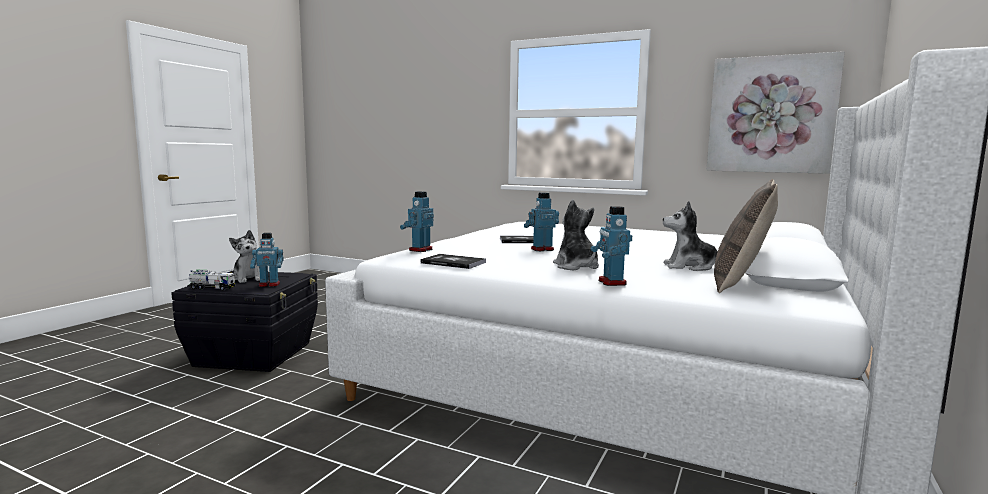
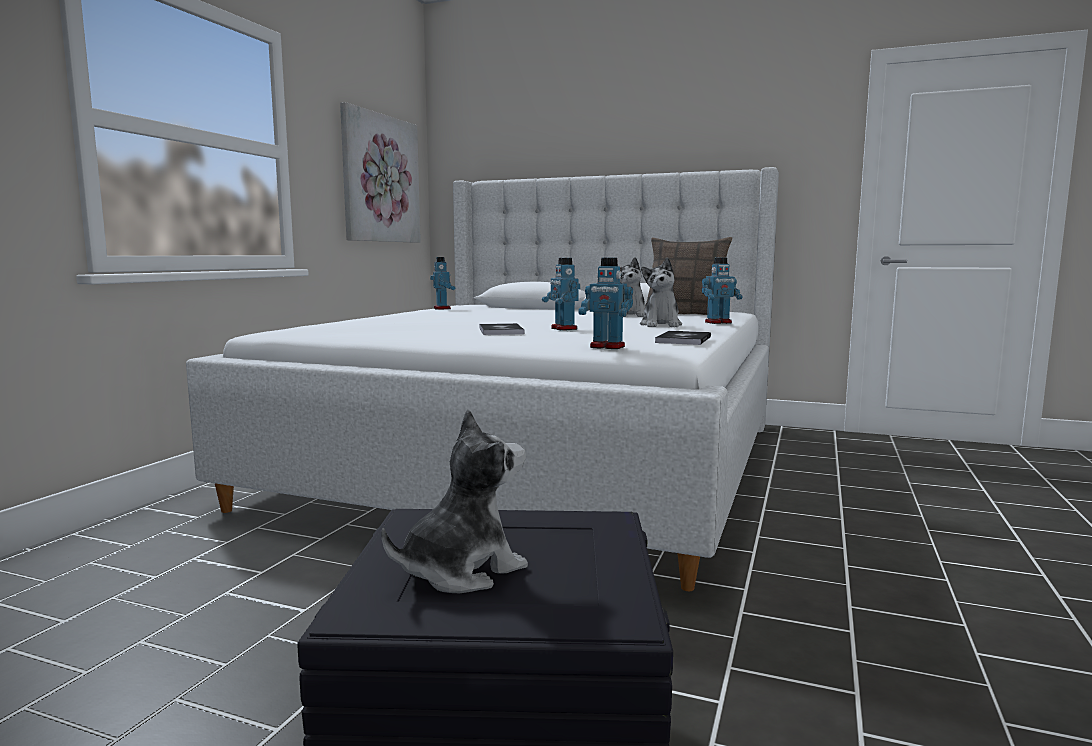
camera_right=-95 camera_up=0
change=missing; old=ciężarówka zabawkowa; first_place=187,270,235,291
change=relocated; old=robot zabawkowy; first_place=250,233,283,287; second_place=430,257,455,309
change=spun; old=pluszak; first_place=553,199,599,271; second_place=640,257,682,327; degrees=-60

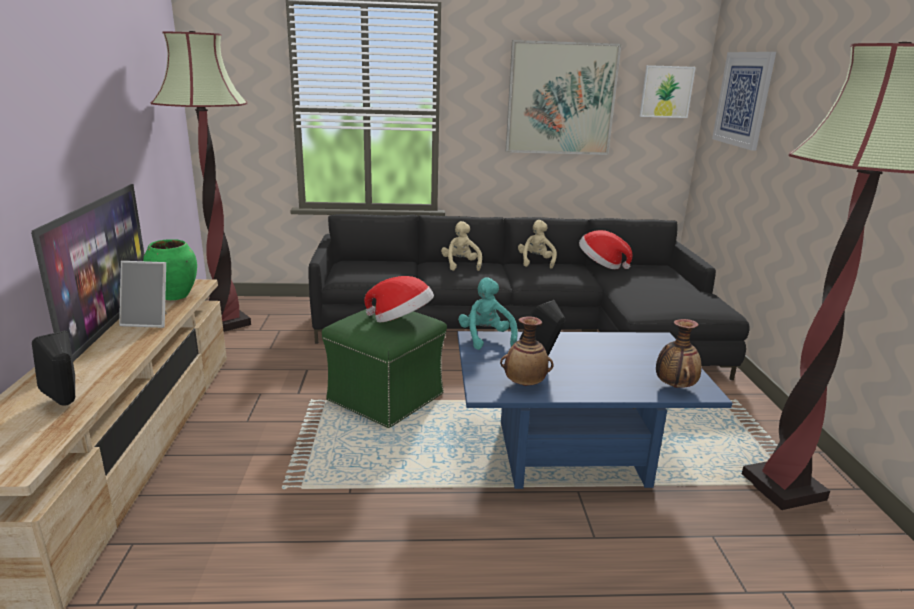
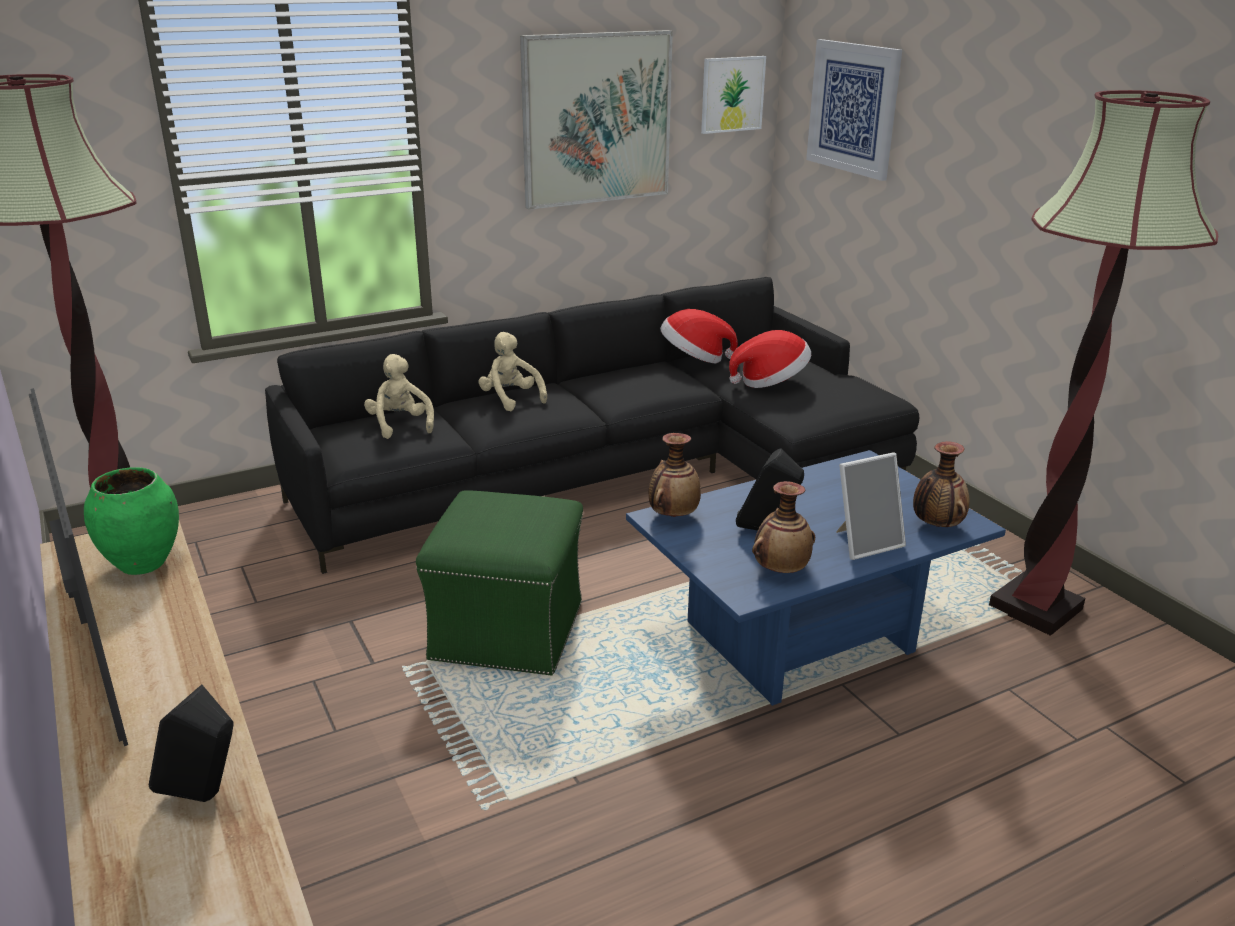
camera_right=-25 camera_up=5
change=relocated; old=ramka na zdjęcie; first_place=119,261,167,328; second_place=836,453,906,560
change=relocated; old=kapelusz; first_place=364,276,434,322; second_place=729,330,811,388
change=exchanged; old=pluszak [turkusowy]; new=wazon; first_place=458,277,518,350; second_place=649,433,701,517
change=relocated; old=pluszak [beżowy]; first_place=518,220,557,269; second_place=364,354,434,439

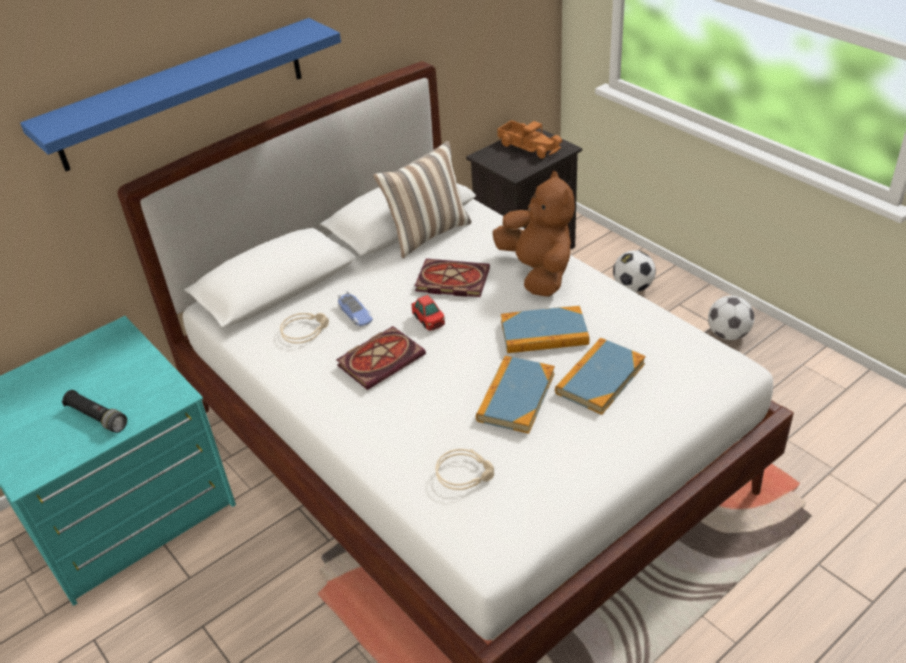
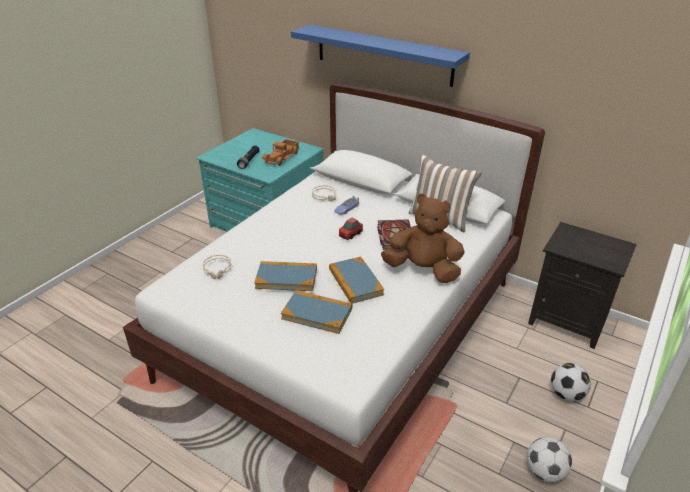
camera_right=70 camera_up=-5
change=missing; old=książka; first_place=336,326,426,390
change=spun; old=pluszak [brązowy]; first_place=493,171,575,297; second_place=381,194,465,283; degrees=-120
change=relocated; old=ciężarówka zabawkowa; first_place=497,120,562,159; second_place=262,139,300,166

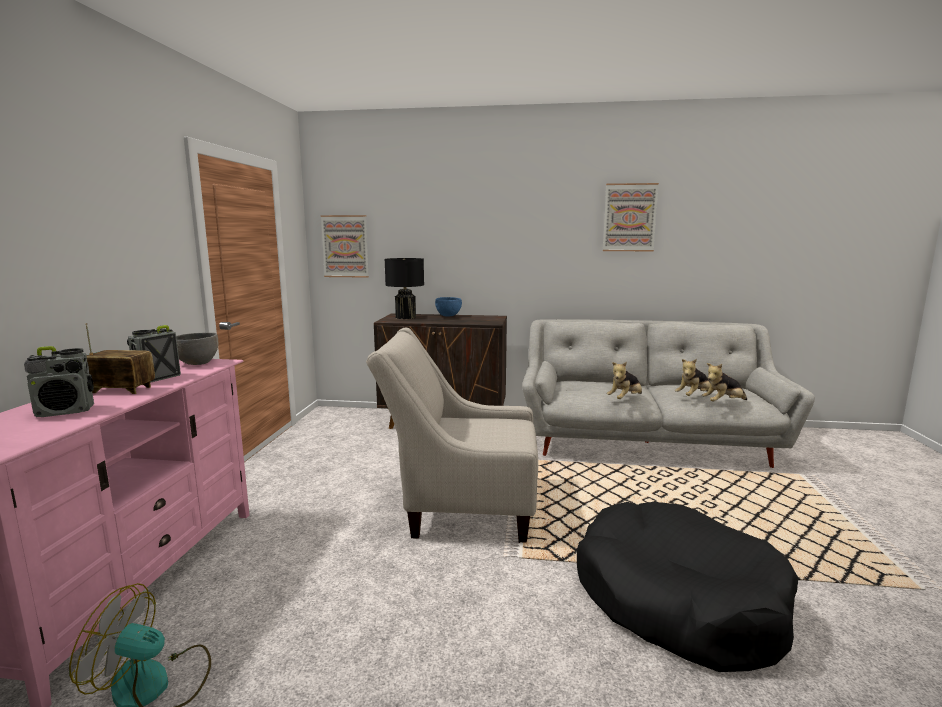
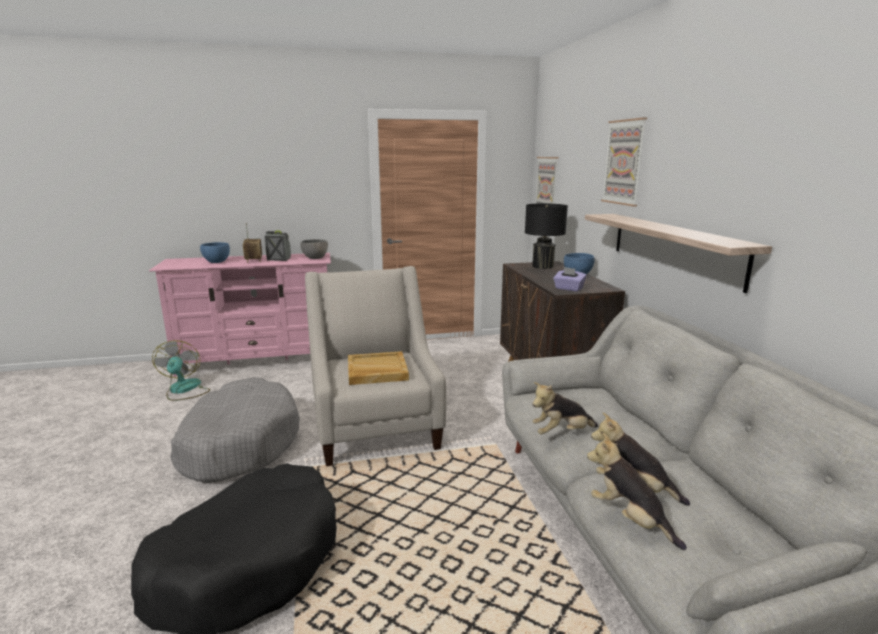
camera_right=70 camera_up=5
change=exchanged; old=radio; new=miska [niebieski]; first_place=24,346,94,417; second_place=200,242,230,263
change=relocated; old=obraz; first_place=603,183,659,251; second_place=601,117,647,207
change=spun; old=pluszak; first_place=607,362,642,399; second_place=532,382,598,435; degrees=-45
change=appeared; new=legowisko [szary]; second_place=170,377,300,483
change=appeared; new=taca [beżowy]; second_place=348,351,409,385
change=appeared; new=pudełko chusteczek [fioletowy]; second_place=553,267,587,291
change=appeared; new=półka; second_place=585,214,772,293

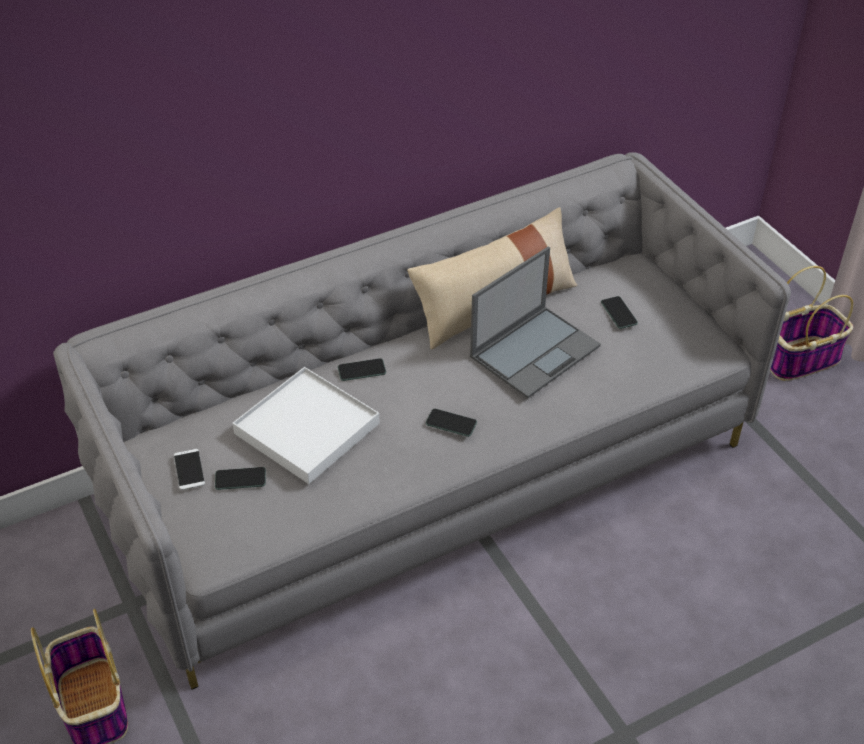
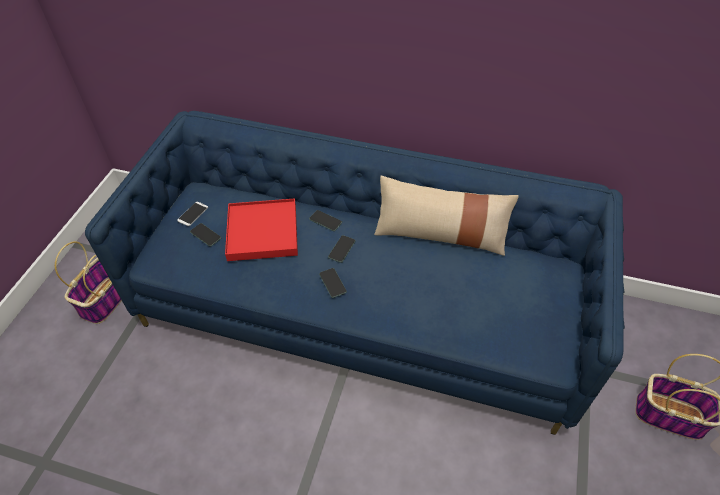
camera_right=45 camera_up=5
change=colour; old=kanapa [szary]; new=kanapa [niebieski]; first_place=53,152,791,690; second_place=85,111,625,435
change=colour; old=taca [biały]; new=taca [czerwony]; first_place=232,367,380,484; second_place=225,198,298,261
change=missing; old=laptop; first_place=470,246,601,398
change=relocated; old=telefon; first_place=601,296,638,329; second_place=328,235,356,263

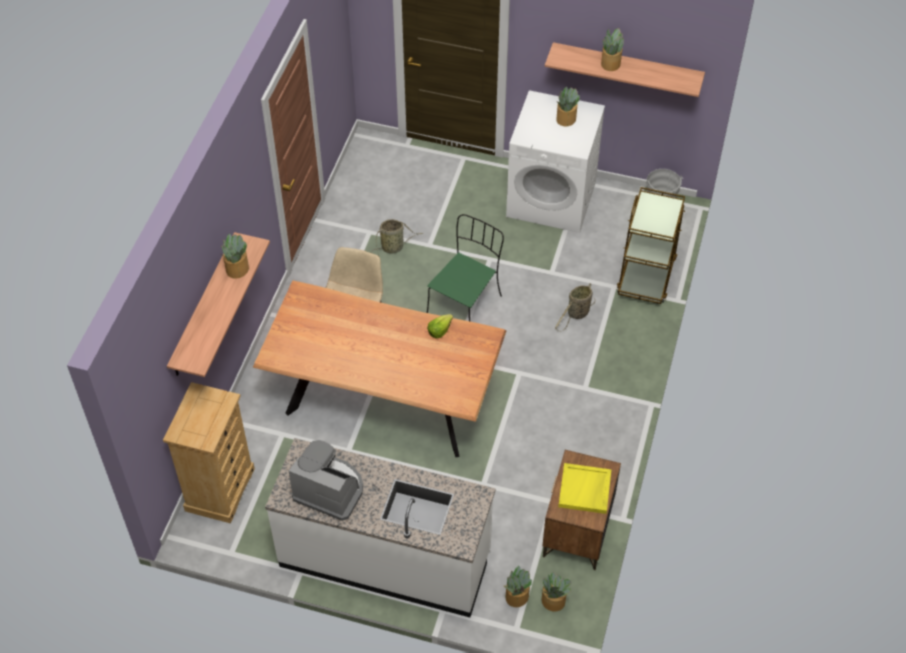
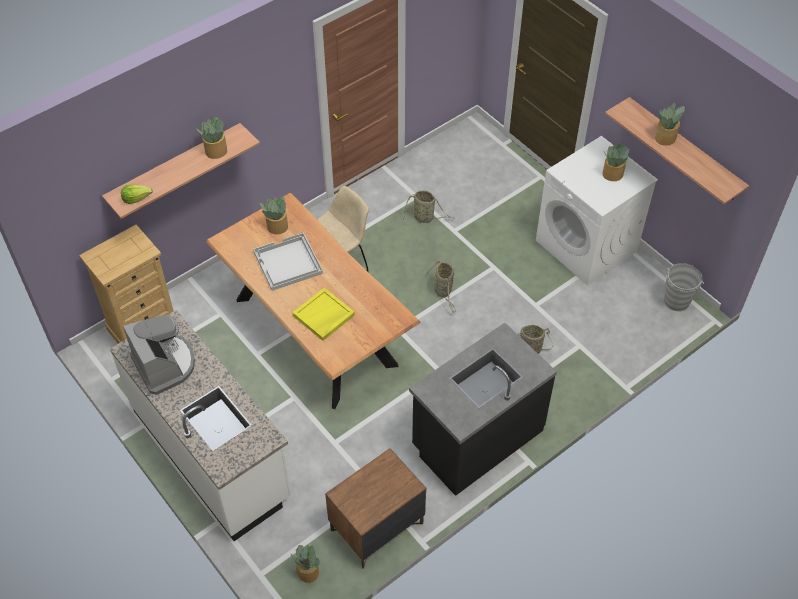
camera_right=35 camera_up=0
change=exchanged; old=krzesło [zielony]; new=koszyk; first_place=427,214,504,321; second_place=425,260,456,313
change=relocated; old=sałata; first_place=427,314,453,339; second_place=121,185,153,204
change=relocated; old=roślina doniczkowa; first_place=504,566,532,607; second_place=260,197,288,234
change=relocated; old=taca [żółty]; first_place=558,463,611,514; second_place=292,288,355,341
change=missing; old=wózek [brązowy]; first_place=617,187,685,304
change=appeared; new=taca [biały]; second_place=253,232,323,291
change=appeared; new=zabudowa kuchenna [czarny]; second_place=409,323,557,496

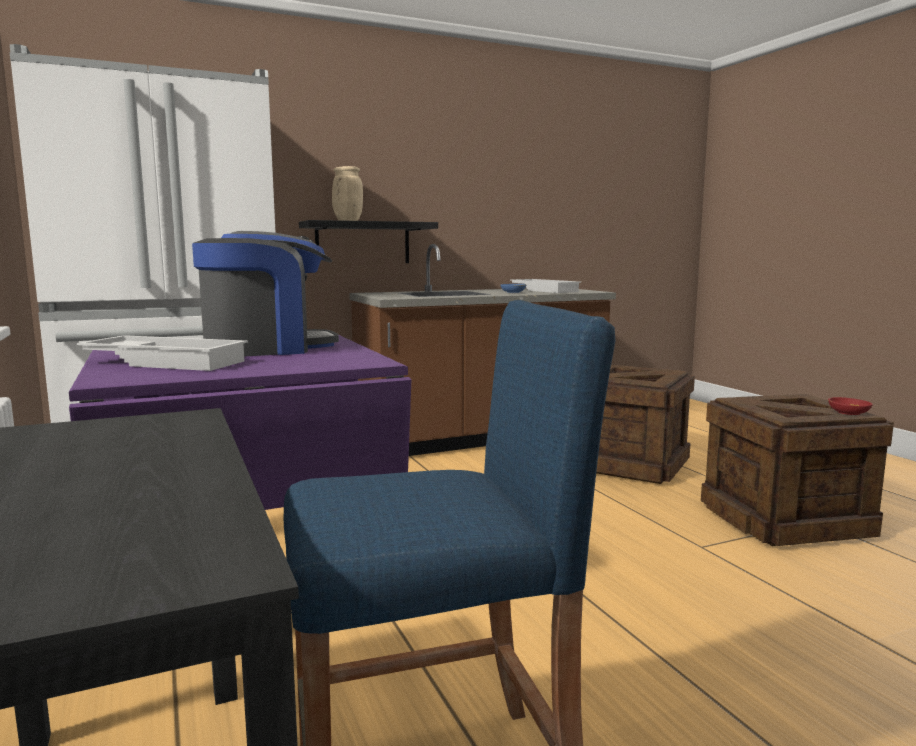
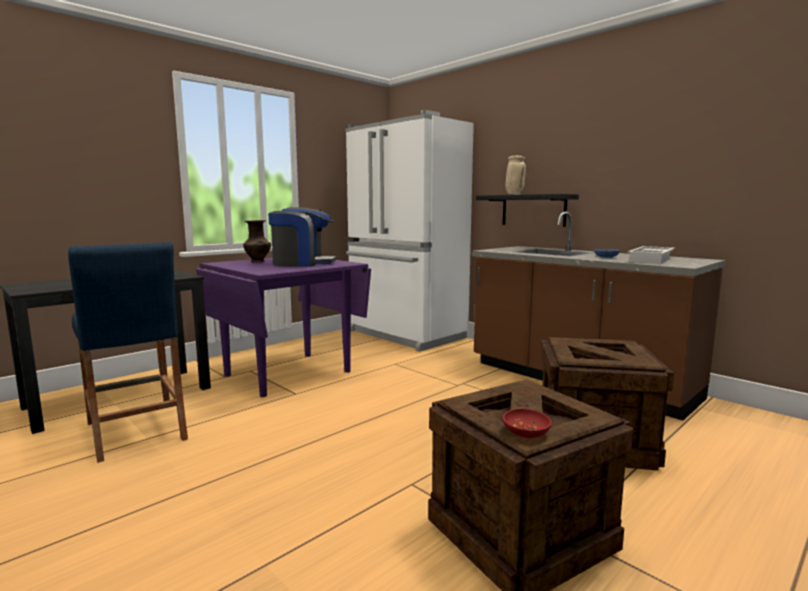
camera_right=70 camera_up=0
change=exchanged; old=taca [biały]; new=wazon [brązowy]; first_place=77,335,248,371; second_place=243,220,271,262
change=spun; old=ekspres do kawy; first_place=192,231,339,356; second_place=268,207,337,267; degrees=-45

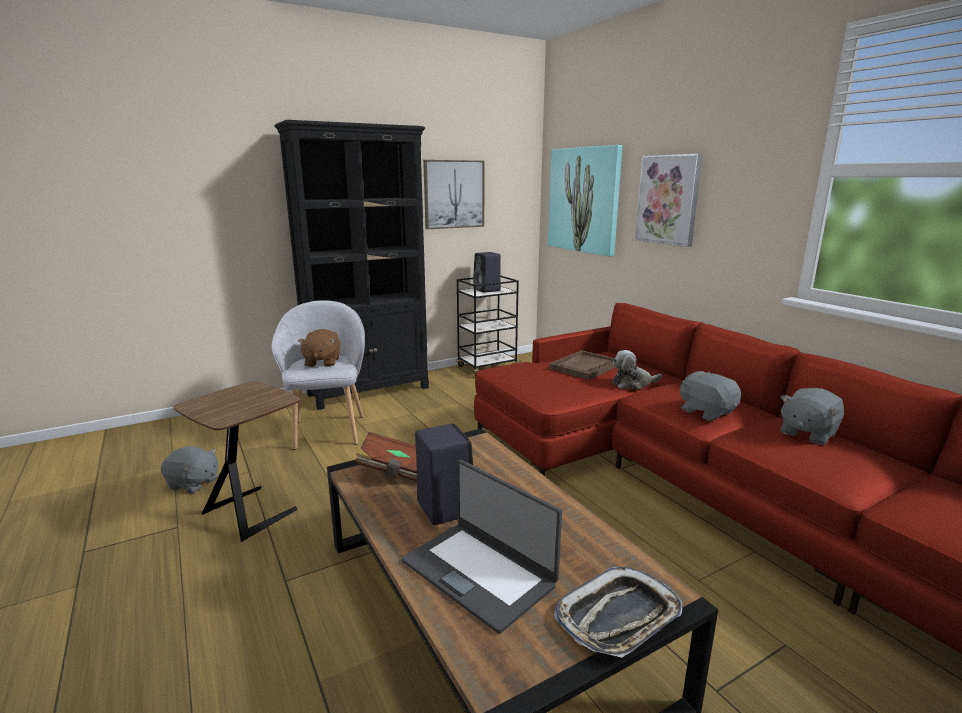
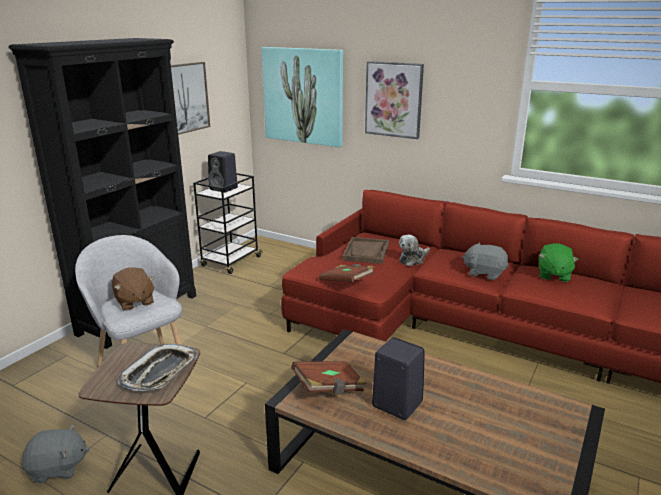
camera_right=-30 camera_up=5
change=missing; old=laptop; first_place=402,460,562,634
change=relocated; old=taca; first_place=554,567,682,658; second_place=118,344,197,391
change=colour; old=pluszak [szary]; new=pluszak [zielony]; first_place=780,388,844,445; second_place=539,243,579,282
change=appeared; new=książka [brązowy]; second_place=319,264,374,282

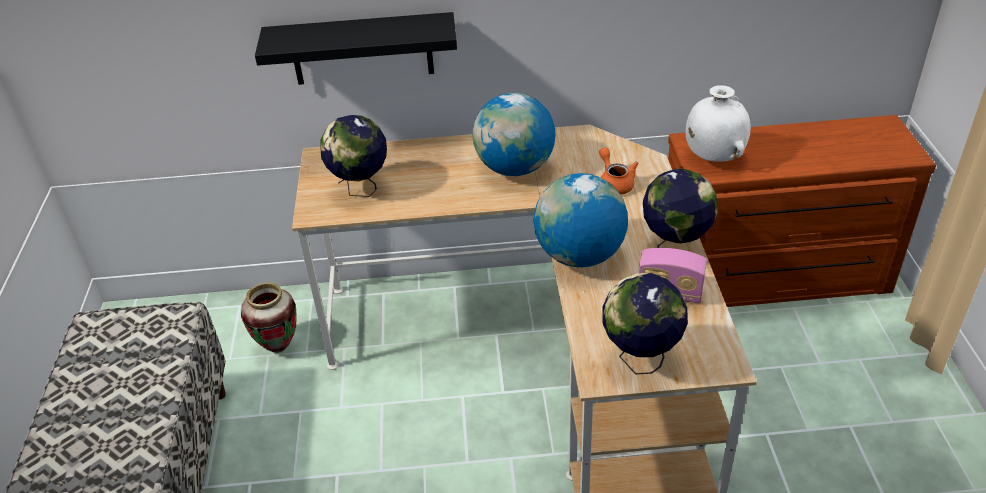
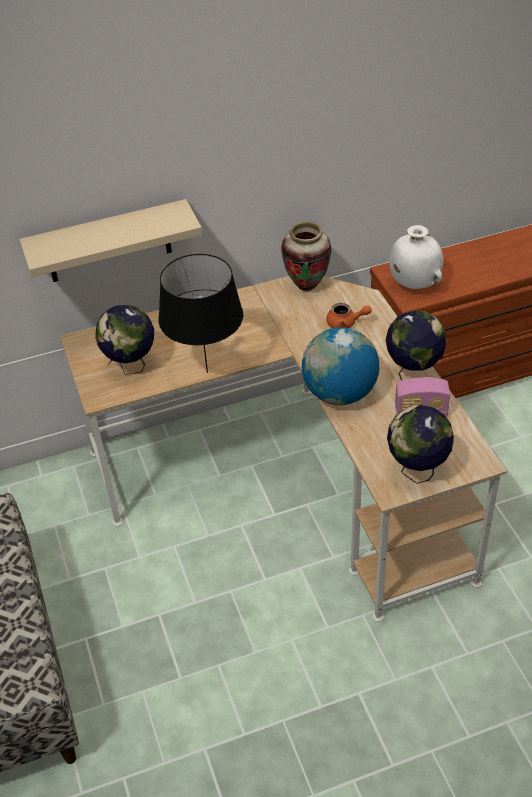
camera_right=-15 camera_up=5
change=relocated; old=wazon; first_place=241,282,296,353; second_place=281,222,332,291
change=colour; old=półka [czarny]; new=półka [beżowy]; first_place=255,12,457,85; second_place=19,199,202,282
change=missing; old=globus; first_place=472,93,555,176
change=spun; old=imbryk [pomarańczowy]; first_place=599,147,638,195; second_place=326,303,372,328; degrees=135
change=appeared; new=lampa stołowa [czarny]; second_place=158,254,243,373

